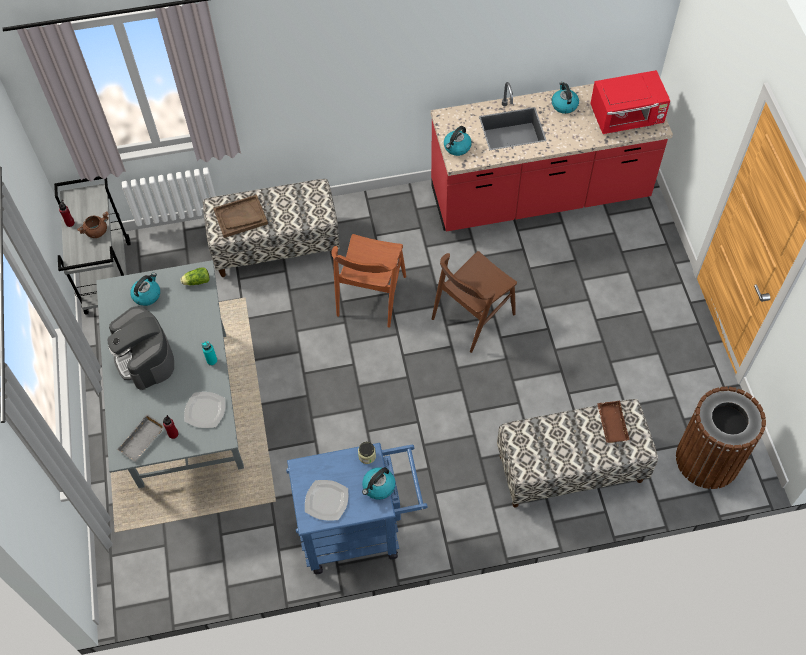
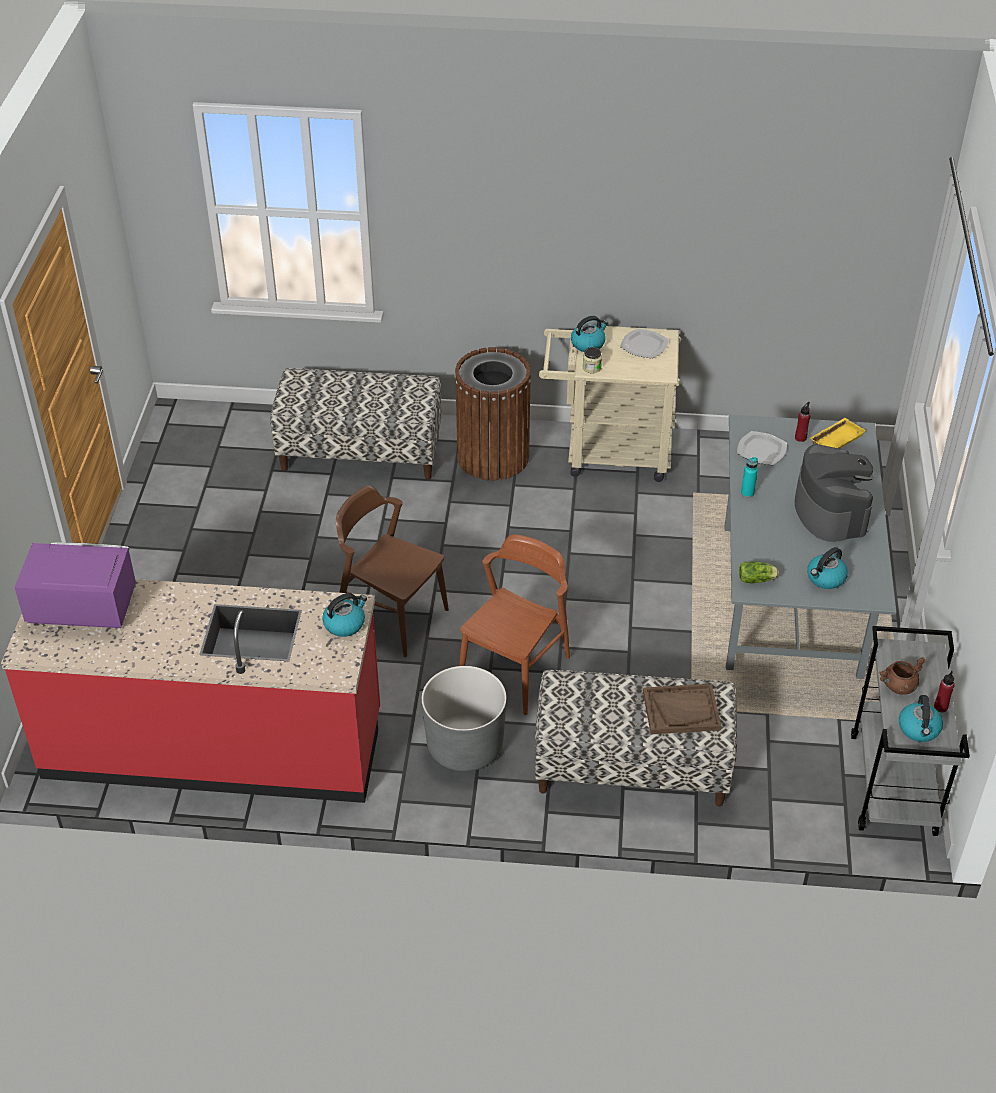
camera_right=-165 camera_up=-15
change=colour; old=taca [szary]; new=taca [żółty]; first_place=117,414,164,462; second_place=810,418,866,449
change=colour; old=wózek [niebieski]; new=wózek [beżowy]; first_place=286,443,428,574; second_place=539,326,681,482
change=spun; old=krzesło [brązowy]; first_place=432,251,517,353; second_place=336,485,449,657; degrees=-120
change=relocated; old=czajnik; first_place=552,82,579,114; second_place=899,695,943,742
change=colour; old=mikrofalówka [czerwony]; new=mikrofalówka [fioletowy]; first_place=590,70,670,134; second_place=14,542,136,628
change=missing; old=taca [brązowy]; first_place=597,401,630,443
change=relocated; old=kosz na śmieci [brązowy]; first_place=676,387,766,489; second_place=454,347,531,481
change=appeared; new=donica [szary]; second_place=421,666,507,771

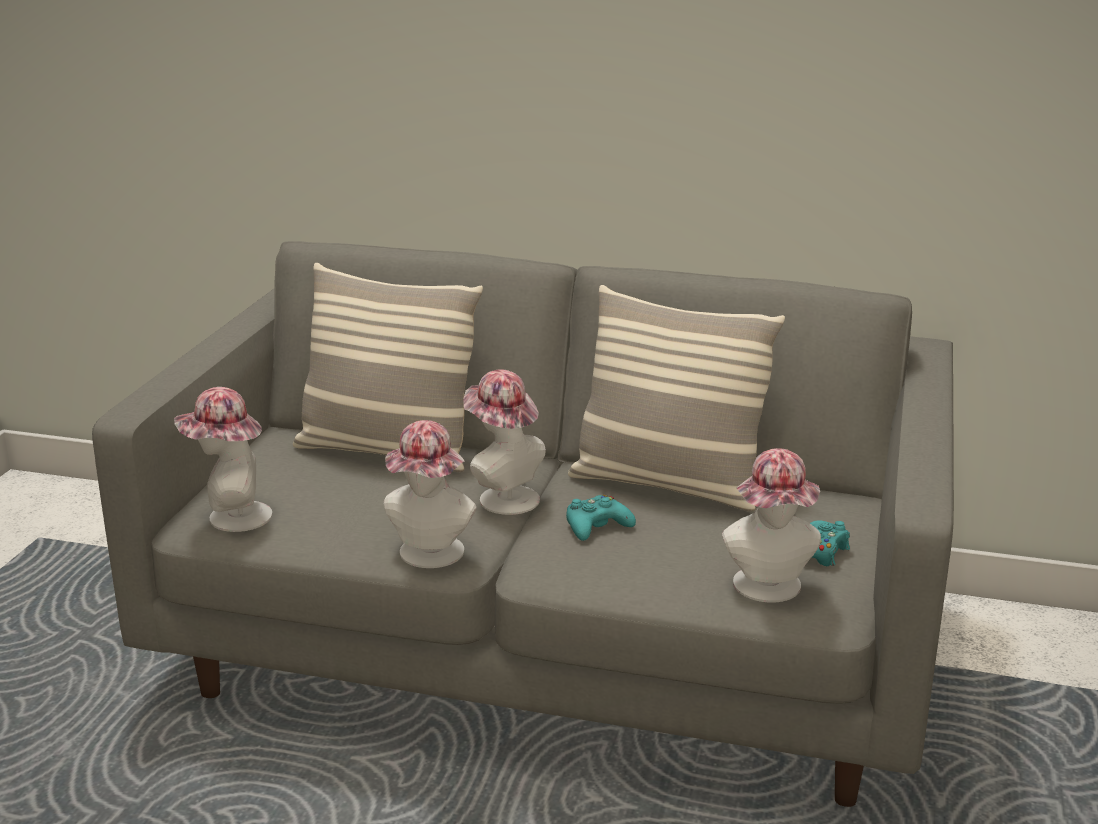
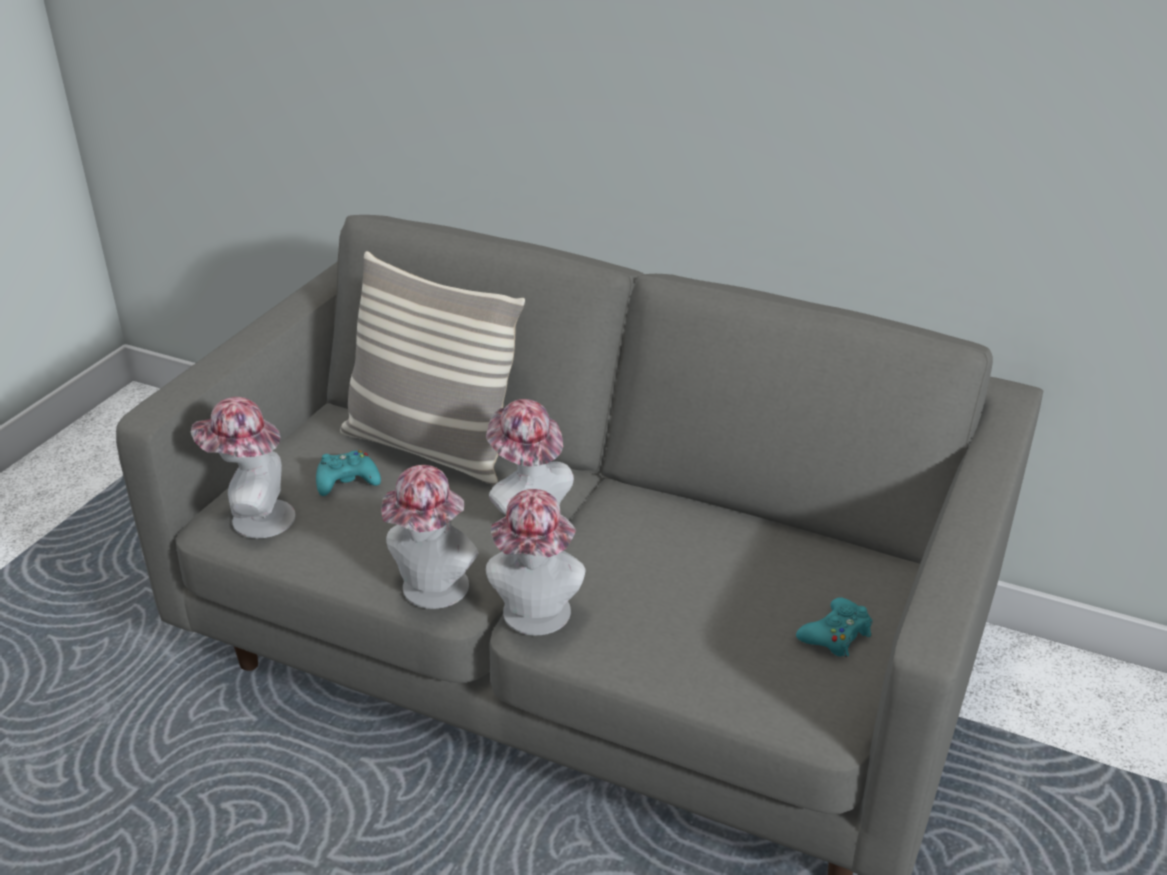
camera_right=10 camera_up=10
change=relocated; old=pad do gier [turkusowy]; first_place=566,494,636,541; second_place=316,450,381,496
change=missing; old=poduszka; first_place=568,285,785,512
change=relocated; old=kapelusz; first_place=722,448,821,603; second_place=486,489,585,635

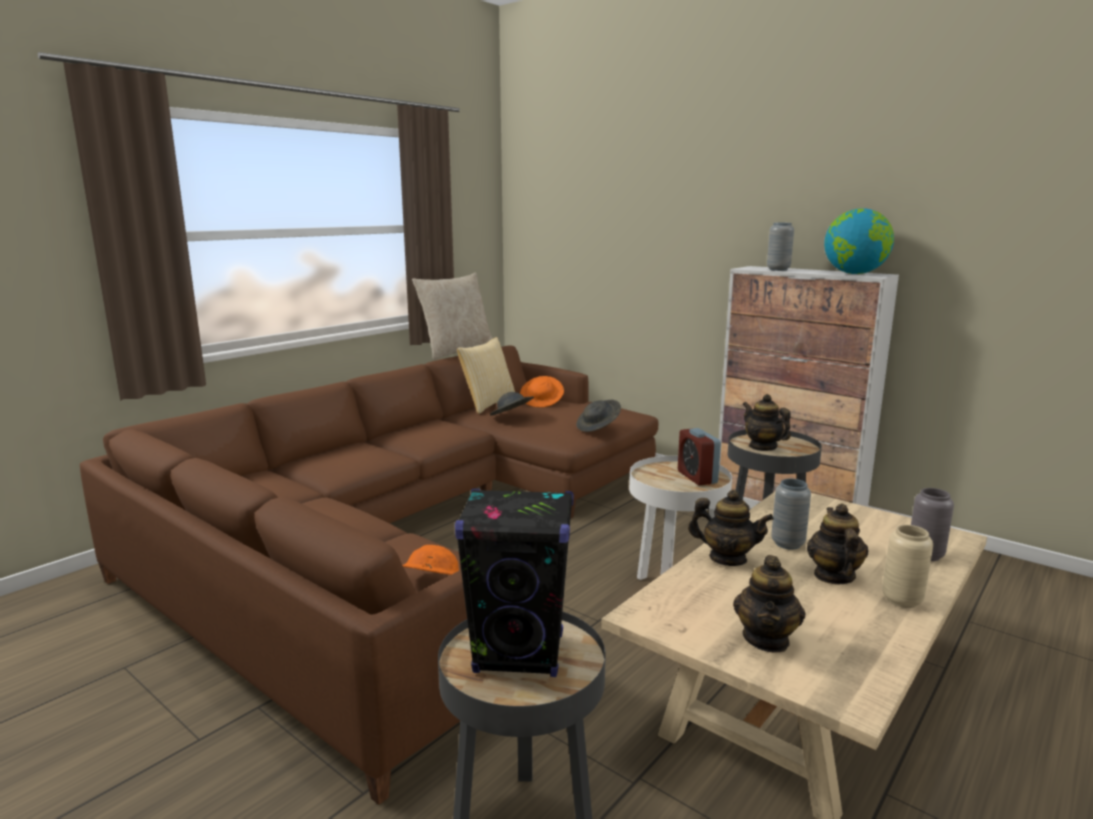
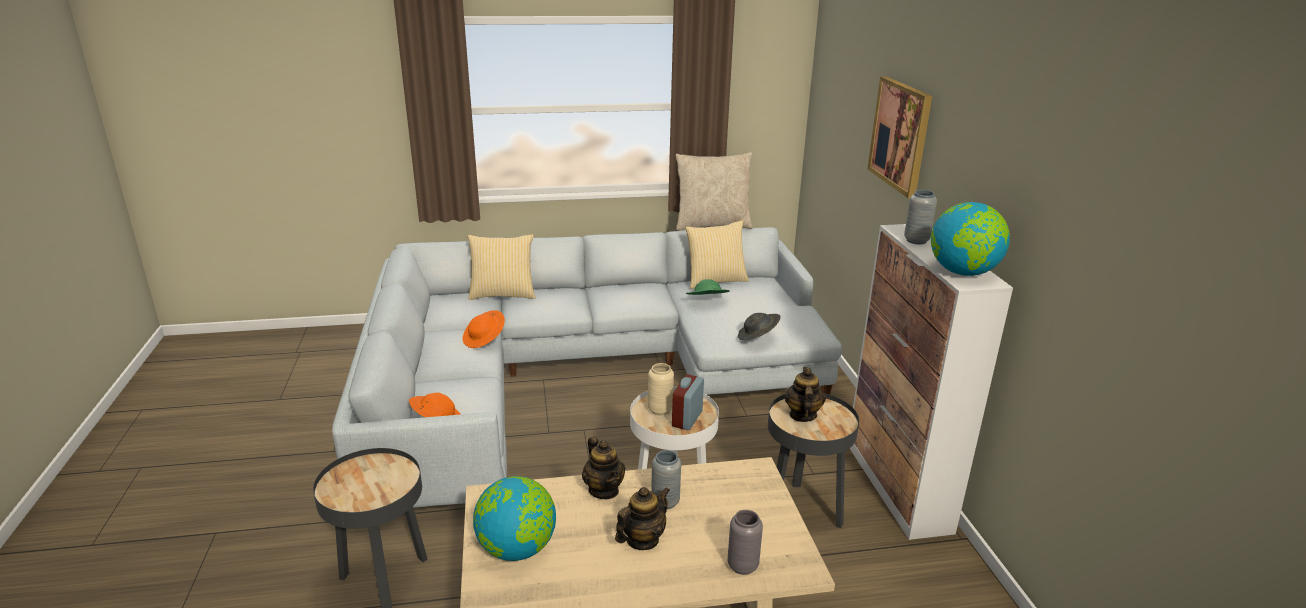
camera_right=40 camera_up=10
change=colour; old=kanapa [brązowy]; new=kanapa [szary]; first_place=80,345,658,805; second_place=332,227,842,508
change=missing; old=głośnik [czarny]; first_place=455,488,574,677
change=colour; old=kapelusz [szary]; new=kapelusz [zielony]; first_place=490,392,534,415; second_place=686,279,730,295
change=relocated; old=kapelusz [pomarańczowy]; first_place=520,376,564,407; second_place=463,310,505,348
change=exchanged; old=imbryk; new=globus; first_place=733,555,806,653; second_place=473,476,556,561
change=relocated; old=wazon [beżowy]; first_place=882,525,933,608; second_place=648,363,674,416
change=appeared; new=poduszka; second_place=468,234,536,300
change=appeared; new=obraz; second_place=868,76,932,198

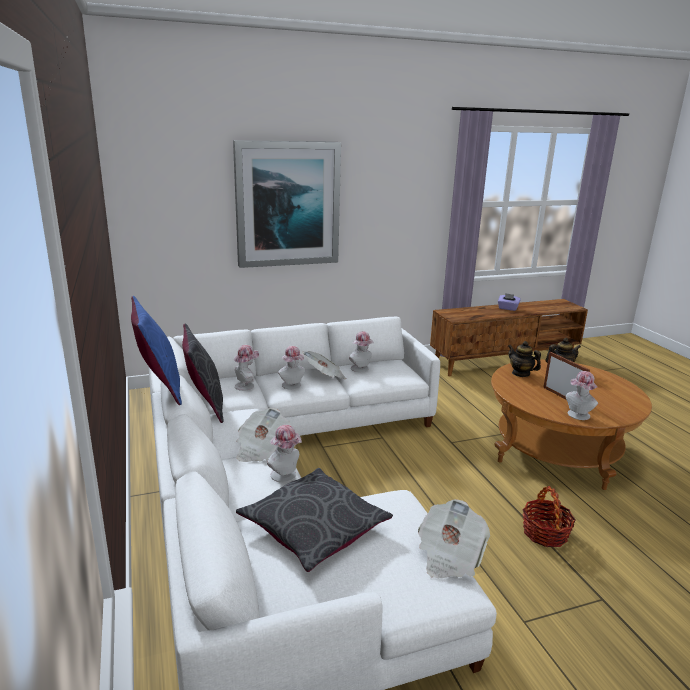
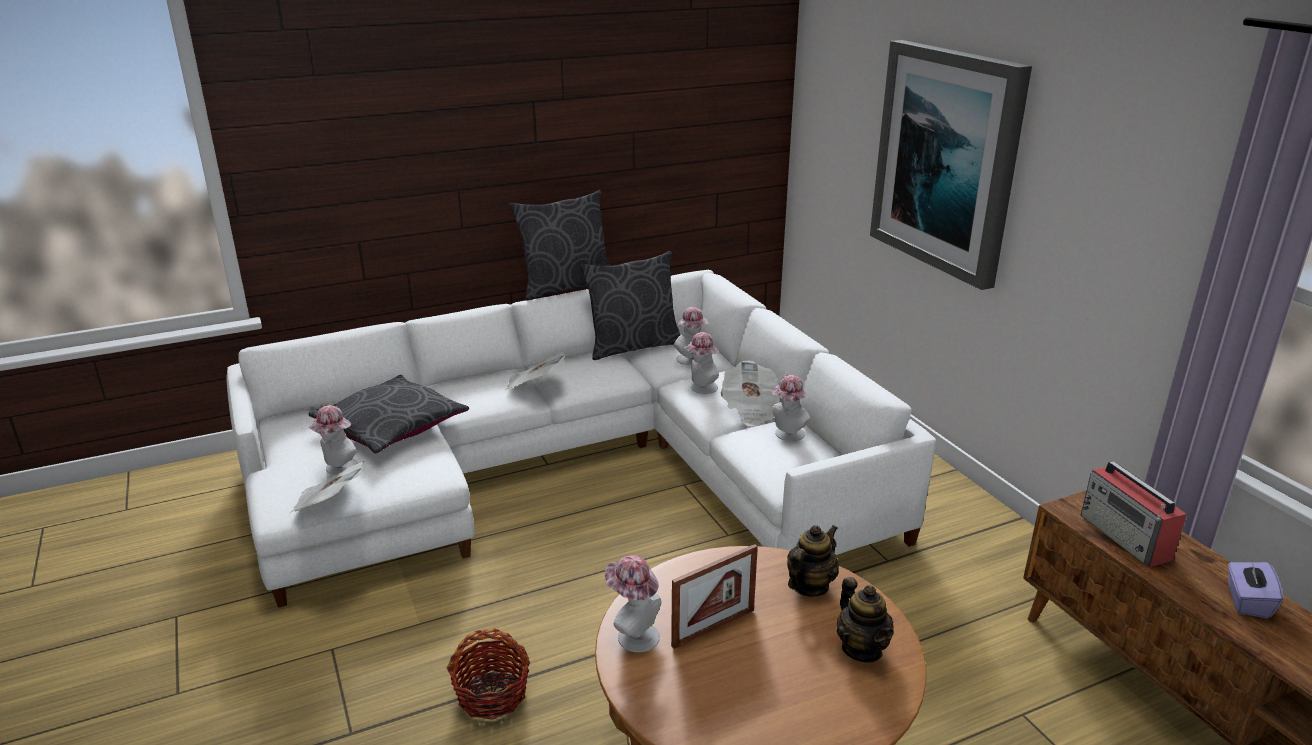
camera_right=85 camera_up=5
change=colour; old=poduszka [niebieski]; new=poduszka [szary]; first_place=131,296,182,405; second_place=509,190,610,301
change=relocated; old=kapelusz; first_place=267,425,302,482; second_place=308,405,358,475
change=appeared; new=radio; second_place=1081,461,1187,567

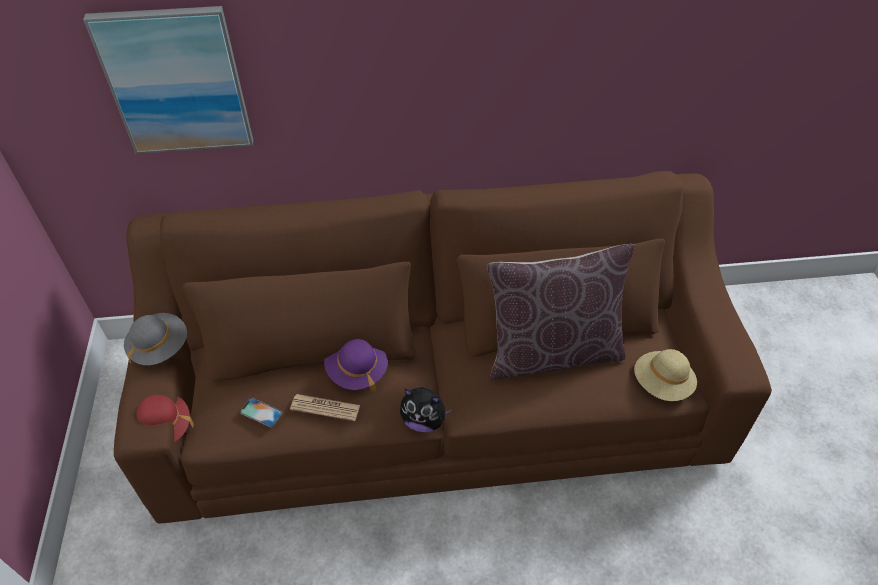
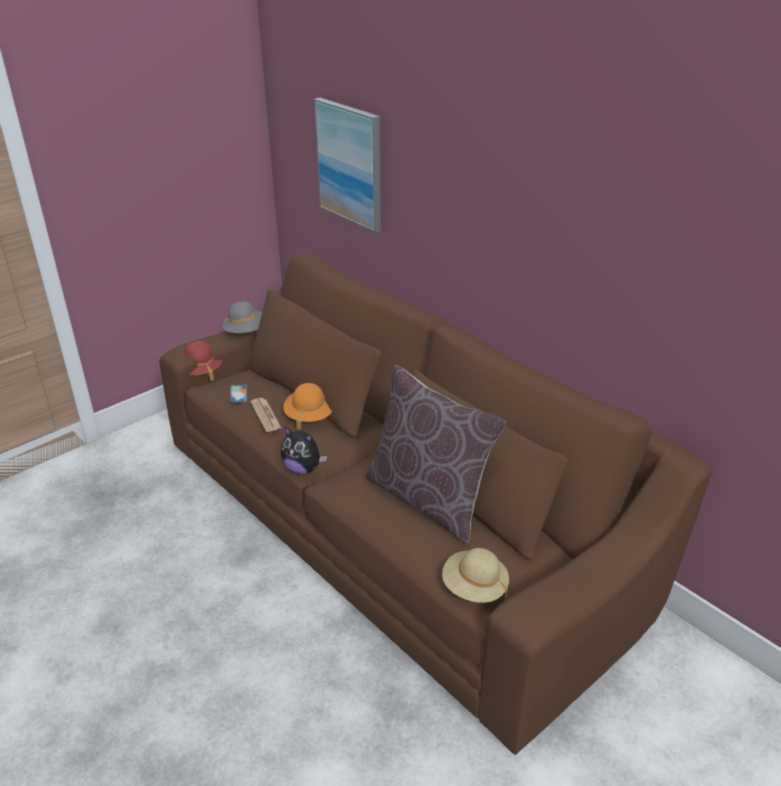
camera_right=55 camera_up=-15
change=colour; old=kapelusz [fioletowy]; new=kapelusz [pomarańczowy]; first_place=324,339,388,393; second_place=283,383,332,430
change=spun; old=pluszak; first_place=400,387,452,432; second_place=281,427,327,474; degrees=-45

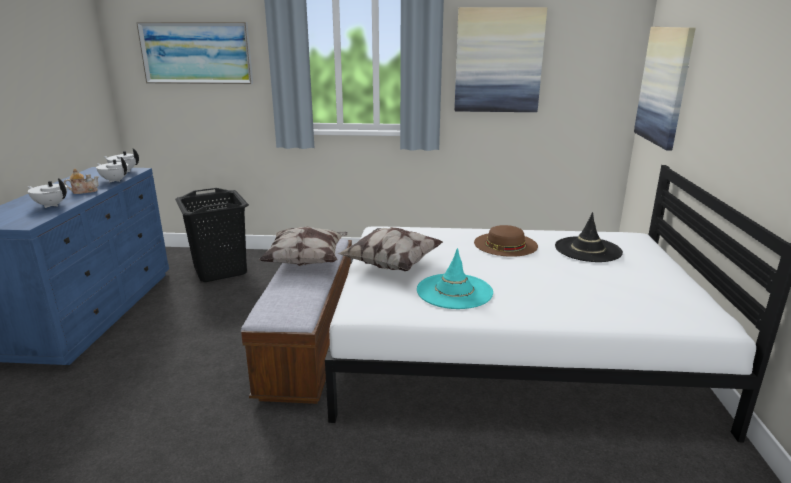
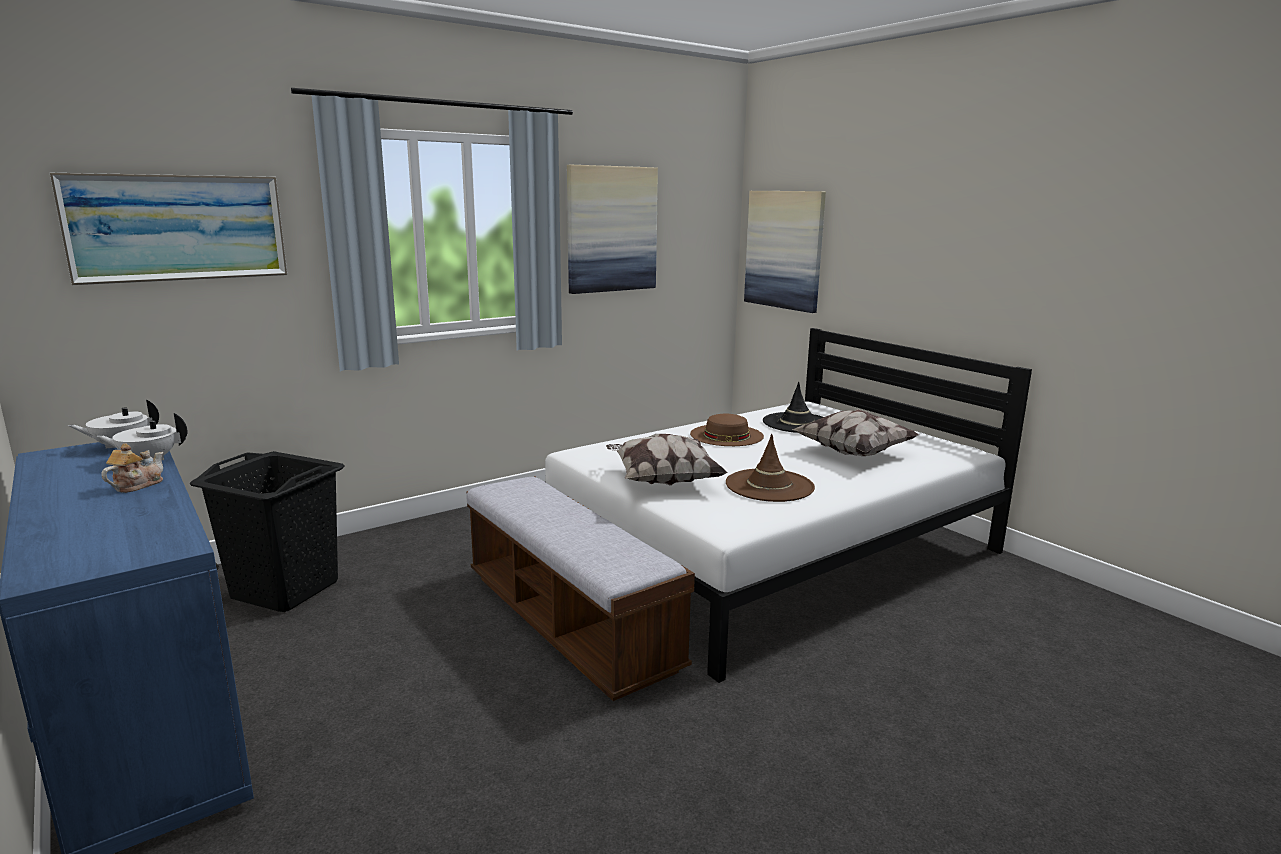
camera_right=-40 camera_up=-5
change=missing; old=imbryk [biały]; first_place=27,178,67,208
change=relocated; old=poduszka; first_place=259,227,348,266; second_place=791,409,919,456
change=colour; old=kapelusz [turkusowy]; new=kapelusz [brązowy]; first_place=417,248,493,309; second_place=726,434,815,502

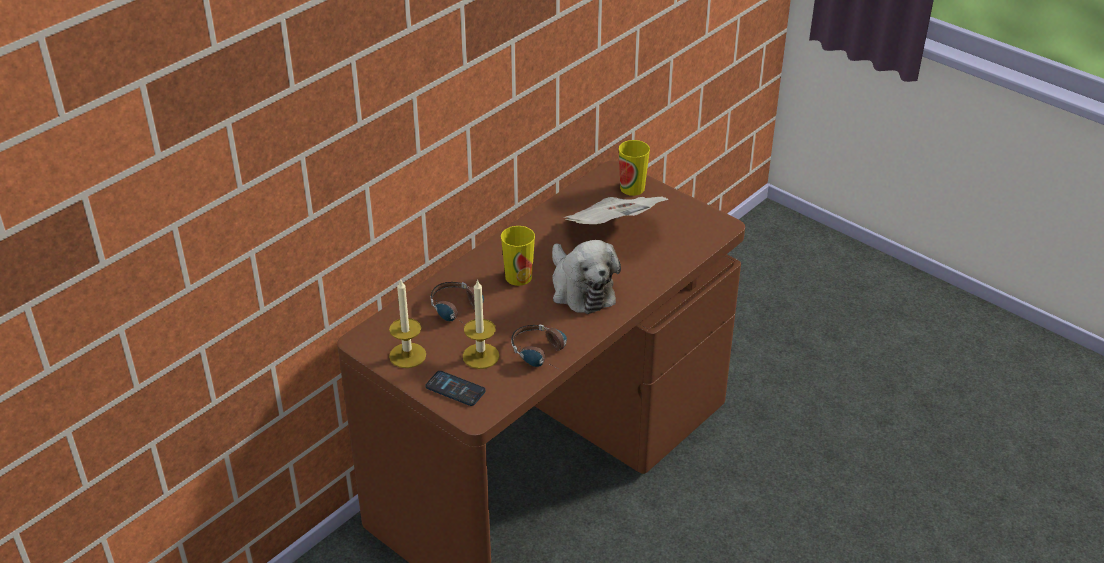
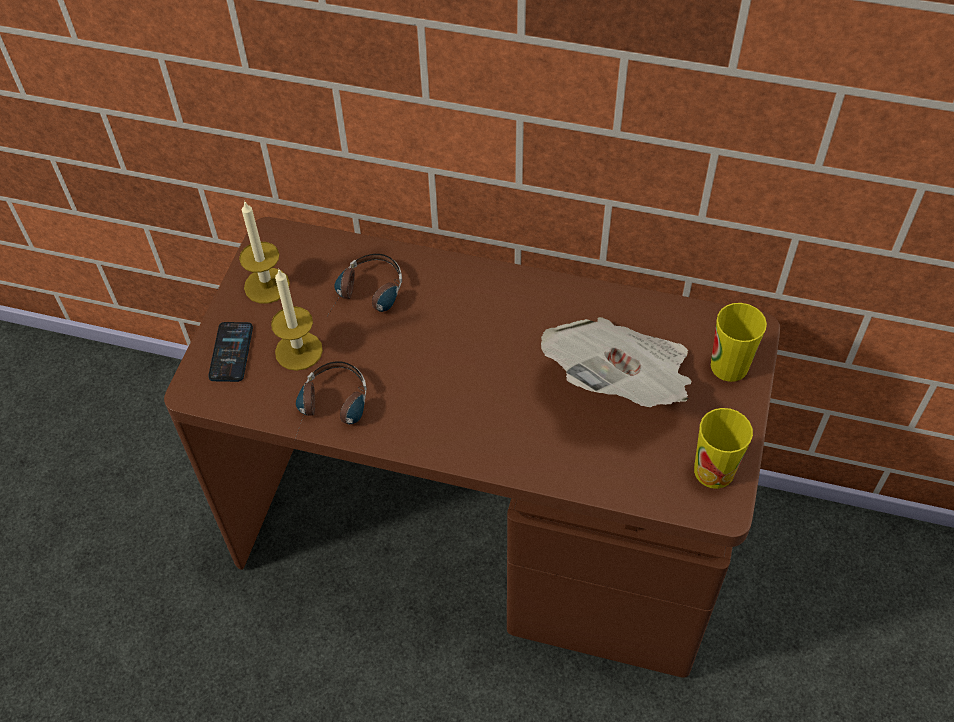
camera_right=65 camera_up=15
change=relocated; old=filiżanka; first_place=501,226,535,286; second_place=694,408,753,489
change=missing; old=pluszak; first_place=552,240,621,314

